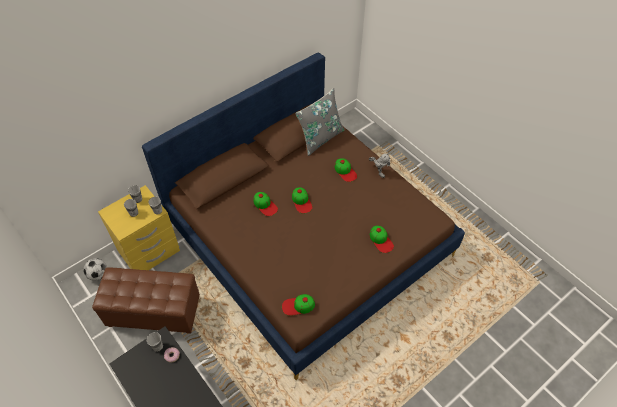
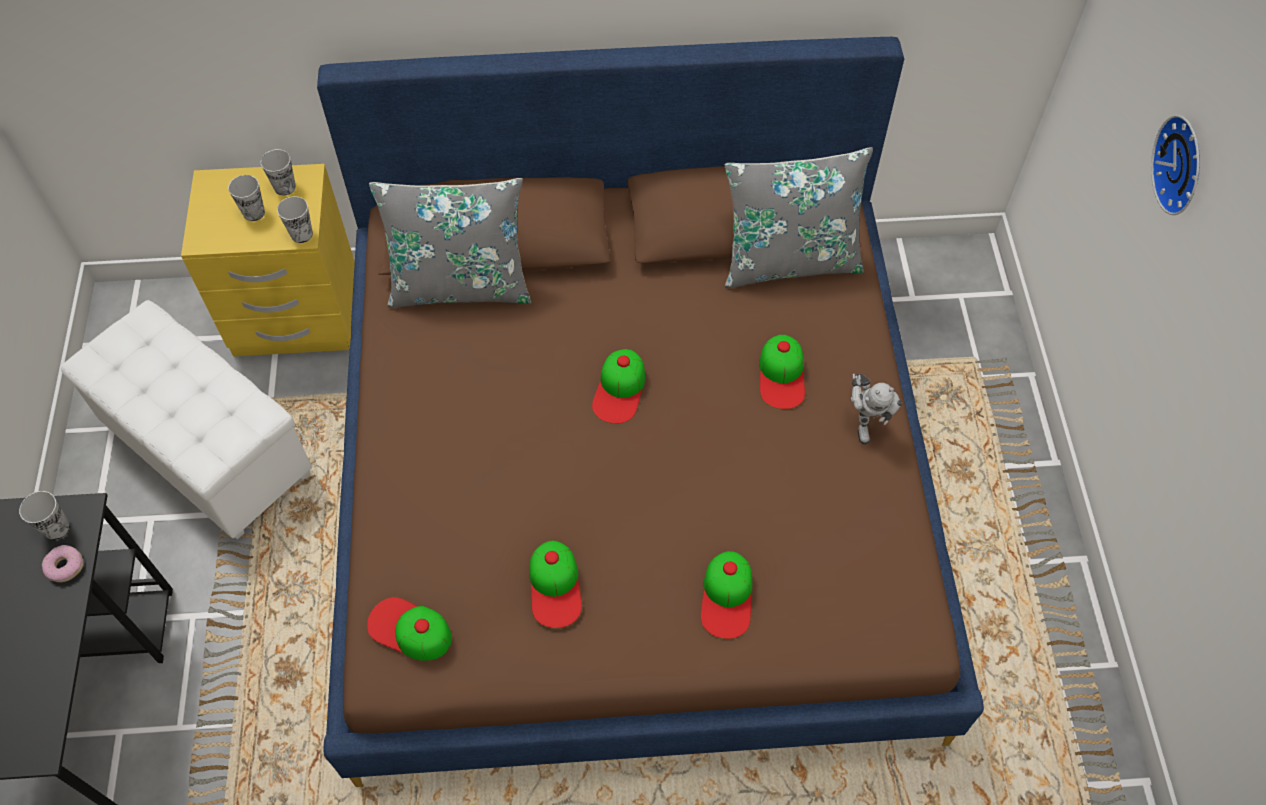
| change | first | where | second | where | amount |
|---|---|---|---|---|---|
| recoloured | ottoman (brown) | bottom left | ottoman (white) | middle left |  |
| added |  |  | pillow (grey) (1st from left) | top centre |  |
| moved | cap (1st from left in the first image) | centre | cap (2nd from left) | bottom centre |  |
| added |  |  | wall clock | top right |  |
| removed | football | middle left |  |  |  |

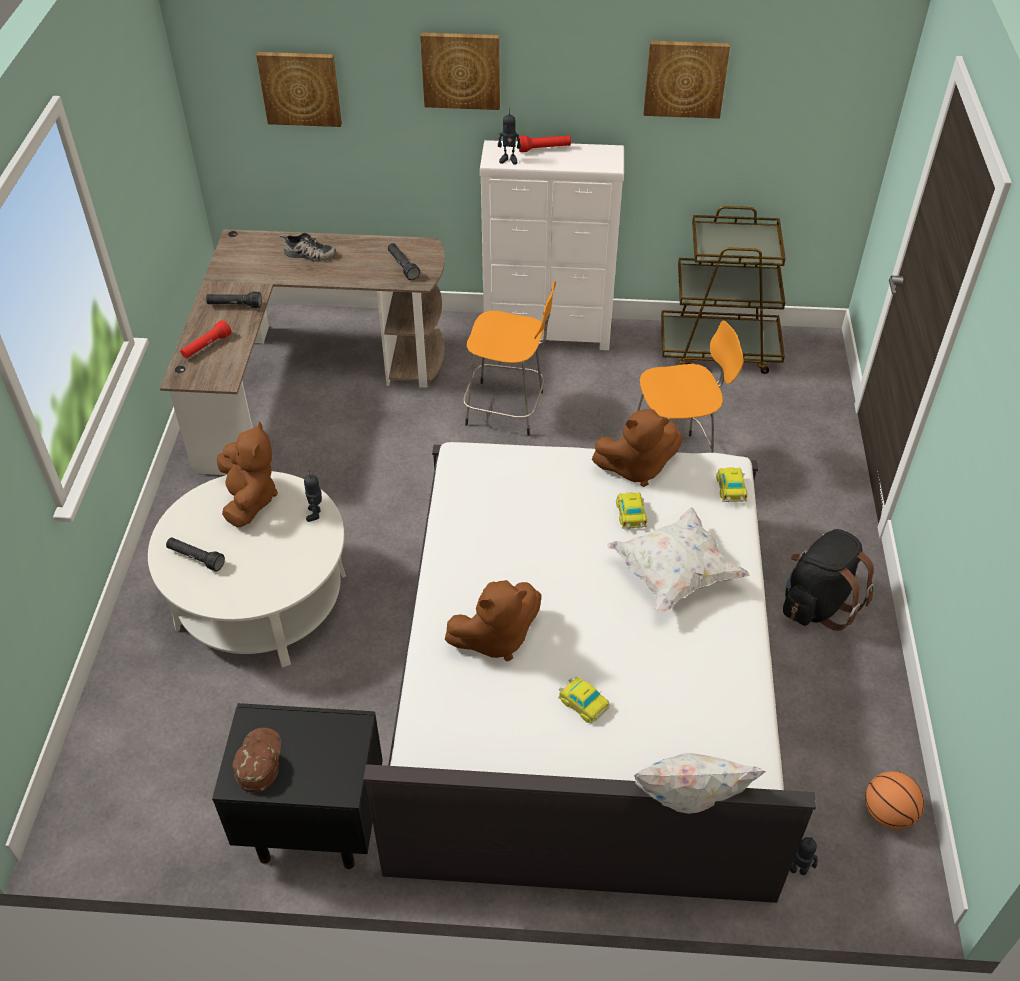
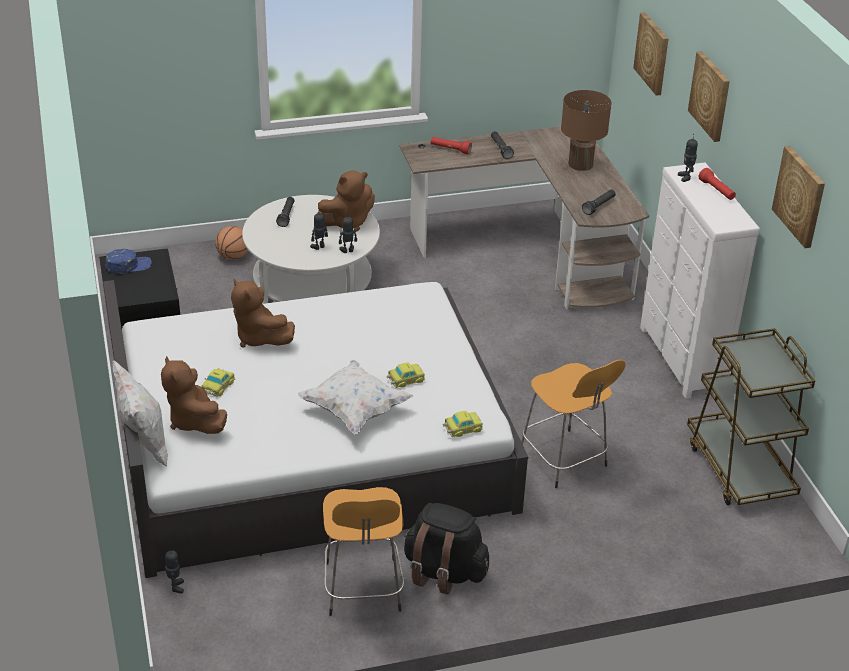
| change | first | where | second | where | amount |
|---|---|---|---|---|---|
| recoloured | cap (brown) | bottom left | cap (blue) | middle left |  |
| moved | plush toy (brown) (3rd from left in the first image) | centre | plush toy (brown) (1st from left) | middle left |  |
| moved | basketball | bottom right |  | middle left |  |
| added |  |  | toy robot (2nd from left) | centre |  |
| moved | stool (orange) (1st from left) | centre |  | bottom centre |  |
| replaced | shoe | top left | table lamp (brown) | top right |  |

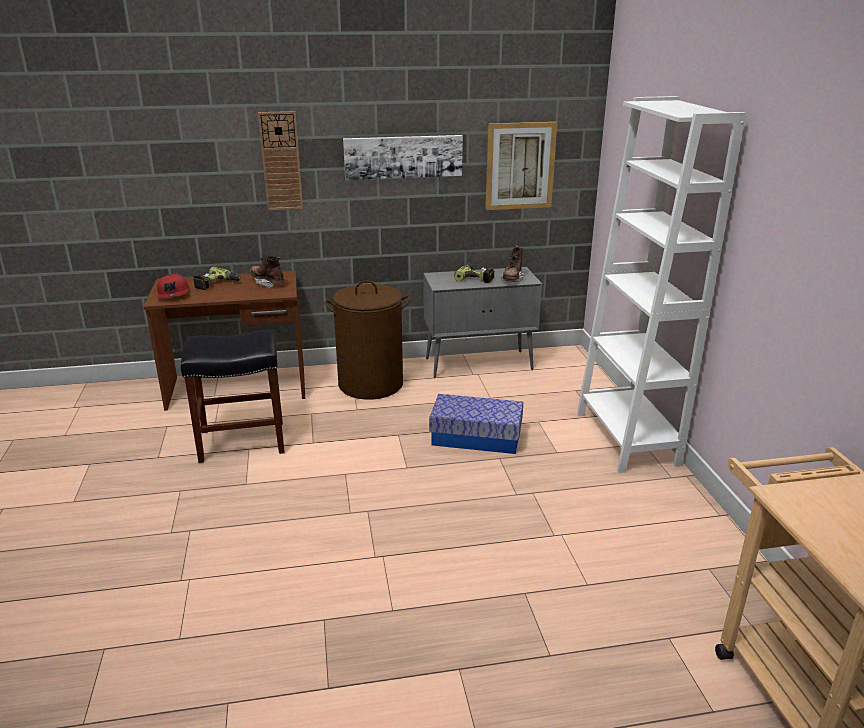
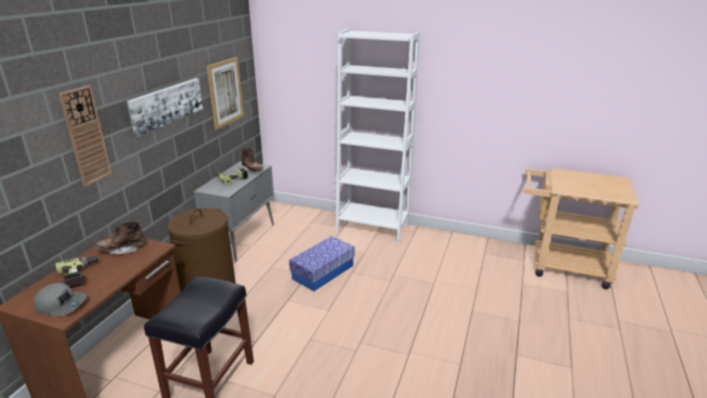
| change | first | where | second | where | amount |
|---|---|---|---|---|---|
| recoloured | cap (red) | middle left | cap (grey) | bottom left |  |

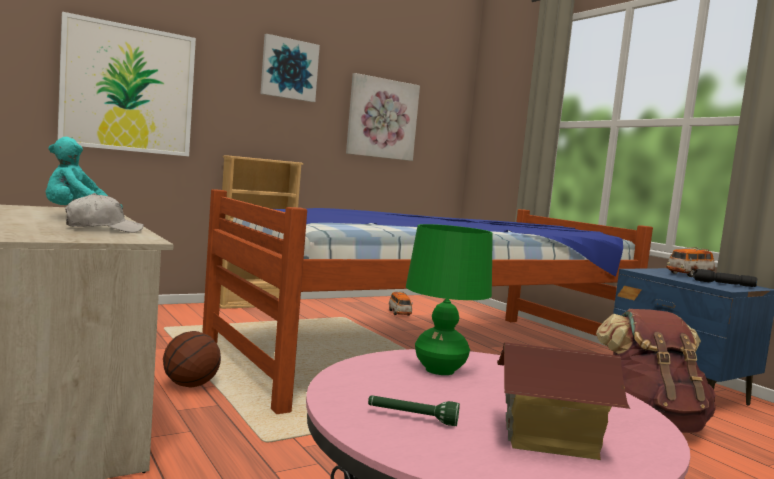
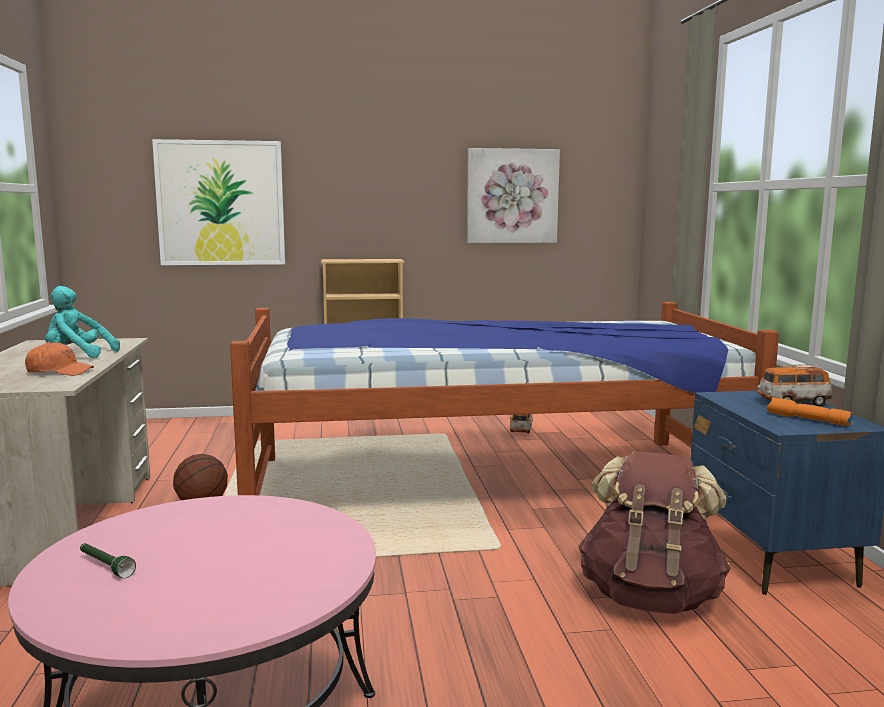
| change | first | where | second | where | amount |
|---|---|---|---|---|---|
| recoloured | cap (white) | middle left | cap (orange) | middle left |  |
| recoloured | flashlight (black) | middle right | flashlight (orange) | middle right |  |
| removed | picture (2nd from left) | top centre |  |  |  |
| removed | table lamp (green) | centre |  |  |  |
| removed | toy house | bottom right |  |  |  |

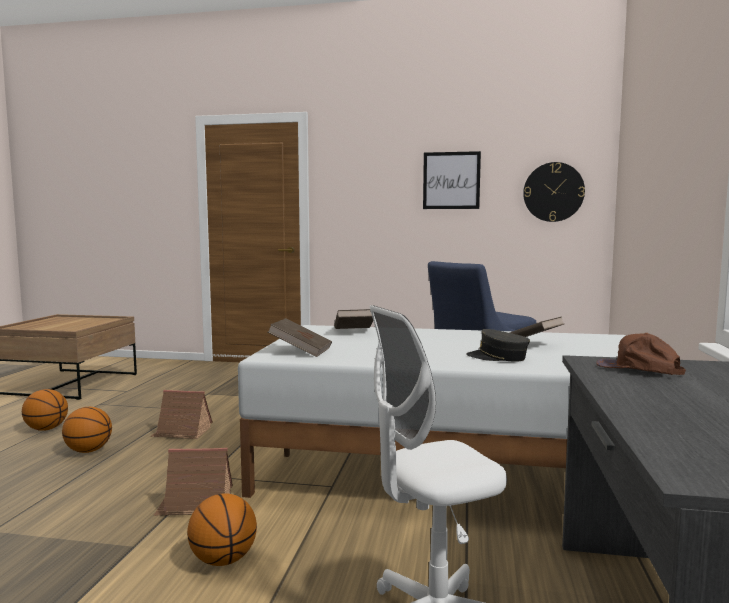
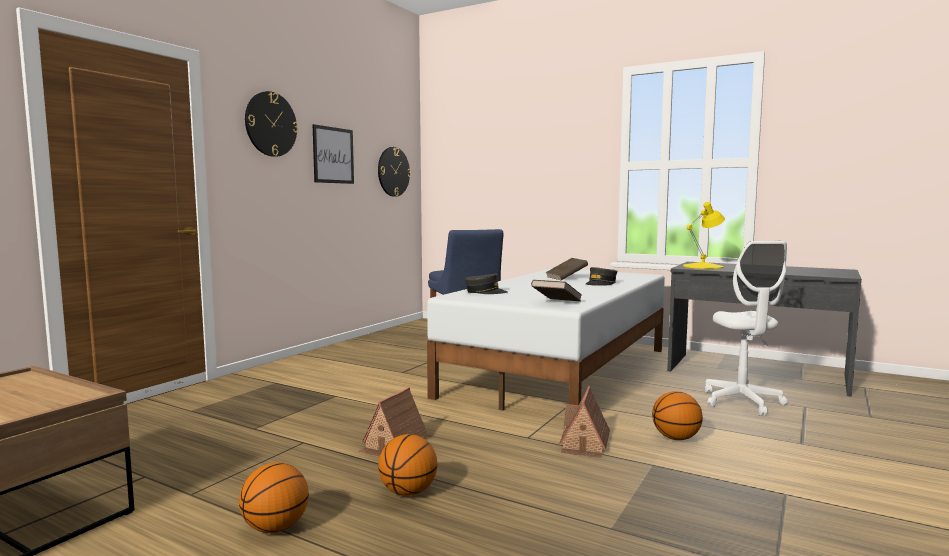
| change | first | where | second | where | amount |
|---|---|---|---|---|---|
| added |  |  | wall clock (1st from left) | top left |  |
| replaced | book (brown) (2nd from left) | centre | cap (grey) (1st from left) | centre |  |
| replaced | cap (brown) | middle right | table lamp (yellow) | middle right |  |

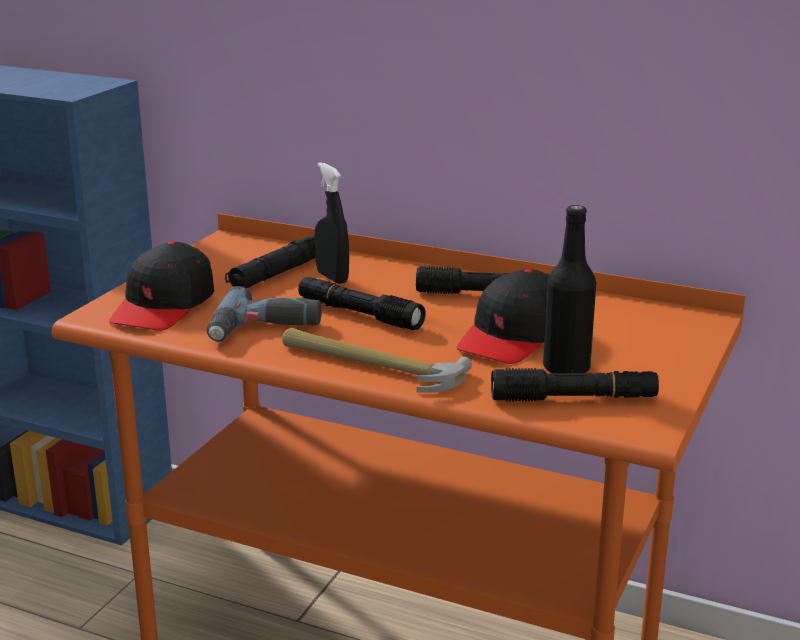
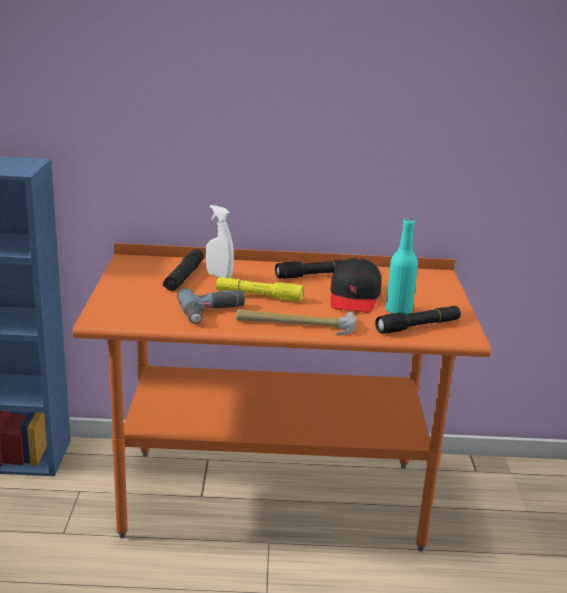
| change | first | where | second | where | amount |
|---|---|---|---|---|---|
| recoloured | spray bottle (black) | centre | spray bottle (white) | centre |  |
| recoloured | flashlight (black) (2nd from left) | centre | flashlight (yellow) | centre |  |
| recoloured | bottle (black) | middle right | bottle (turquoise) | middle right |  |
| removed | cap (black) (1st from left) | middle left |  |  |  |

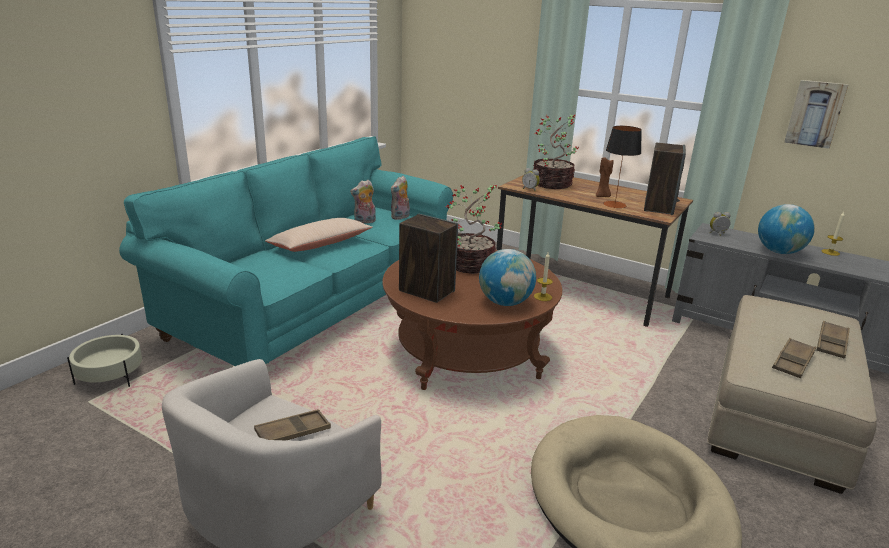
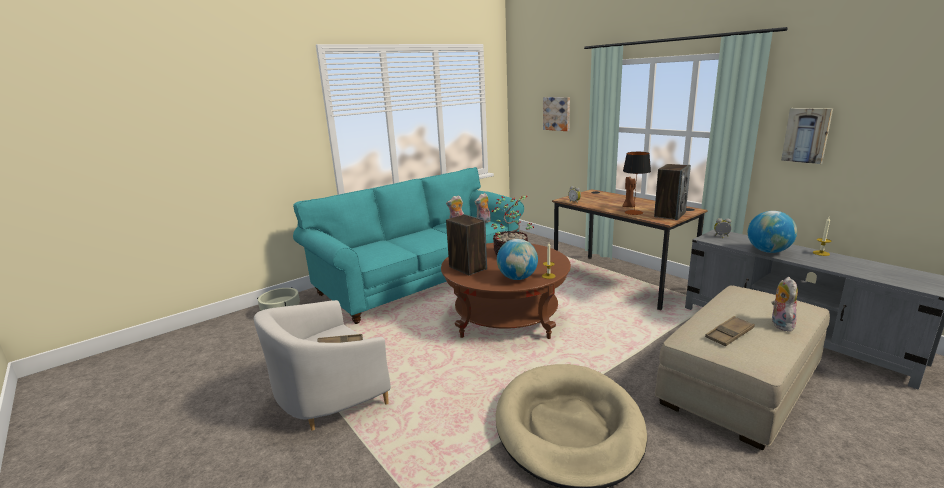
| change | first | where | second | where | amount |
|---|---|---|---|---|---|
| added |  |  | picture (1st from left) | top centre |  |
| replaced | tray (brown) (3rd from left) | middle right | plush toy (3rd from left) | middle right |  |
| removed | pillow (beige) | centre |  |  |  |
| removed | potted plant (2nd from left) | top centre |  |  |  |

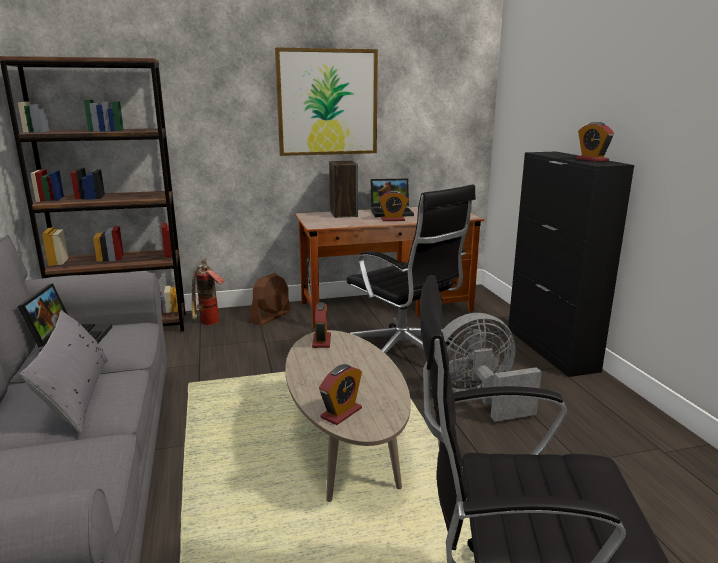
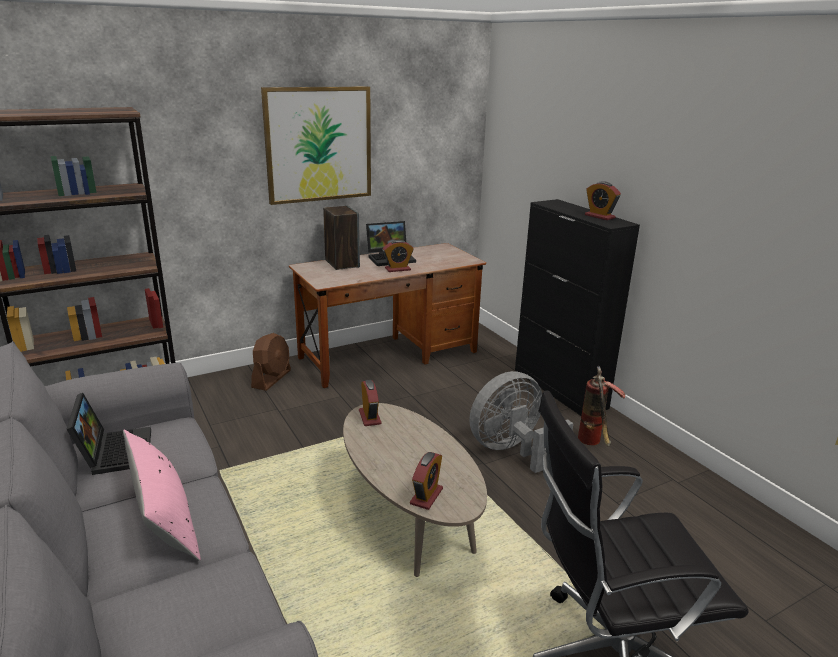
| change | first | where | second | where | amount |
|---|---|---|---|---|---|
| recoloured | pillow (grey) | middle left | pillow (pink) | bottom left |  |
| moved | fire extinguisher | middle left |  | middle right |  |
| removed | office chair (black) (1st from left) | centre |  |  |  |

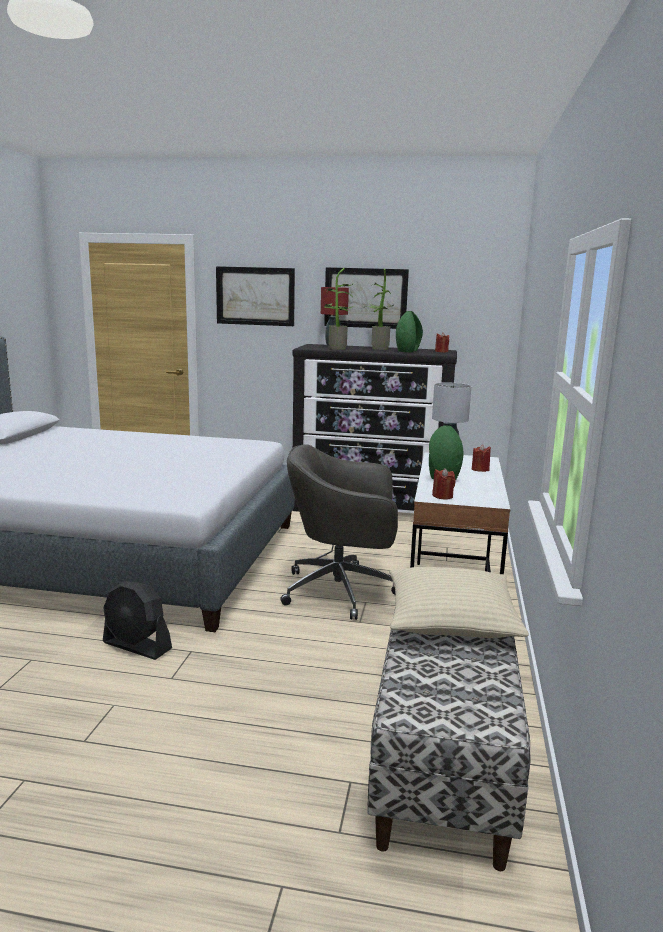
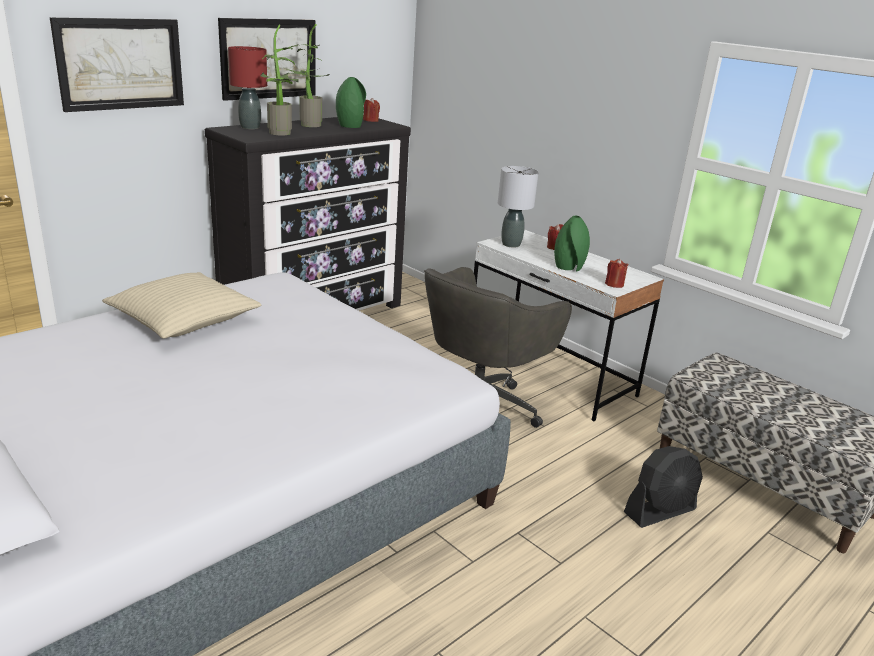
| change | first | where | second | where | amount |
|---|---|---|---|---|---|
| moved | pillow (beige) | middle right |  | middle left |  |
| moved | fan (black) | middle left |  | bottom right |  |

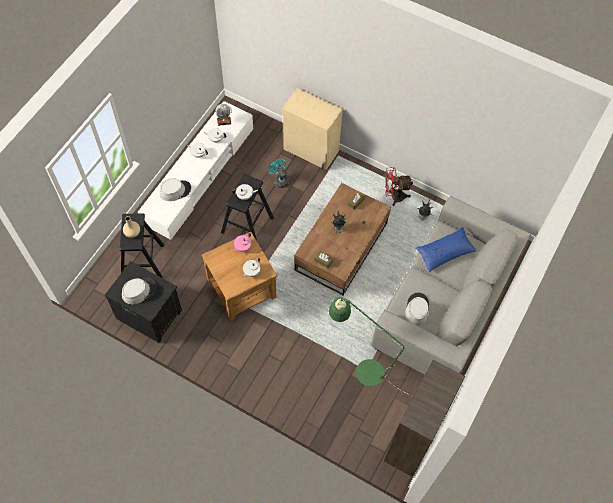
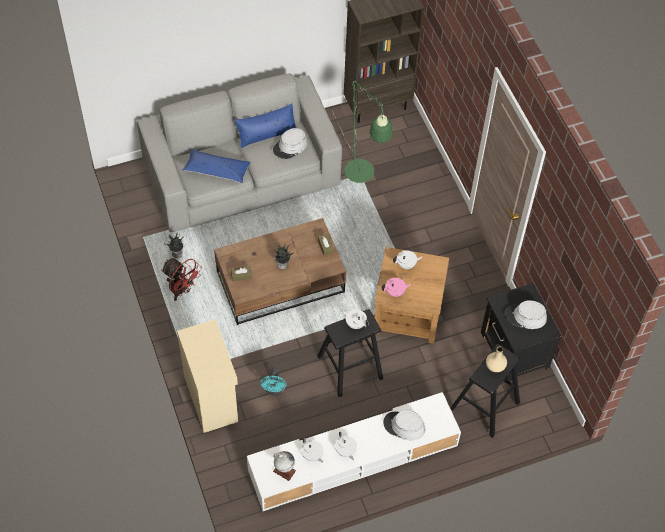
| change | first | where | second | where | amount |
|---|---|---|---|---|---|
| added |  |  | pillow (blue) (2nd from left) | top centre |  |

